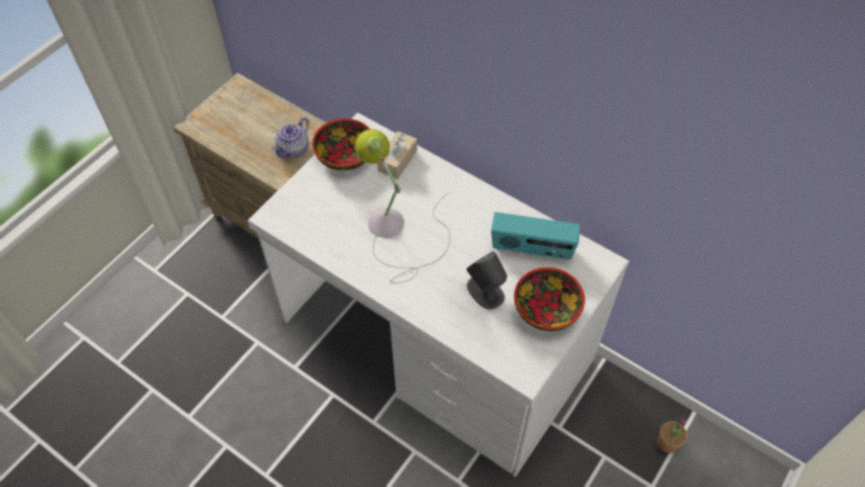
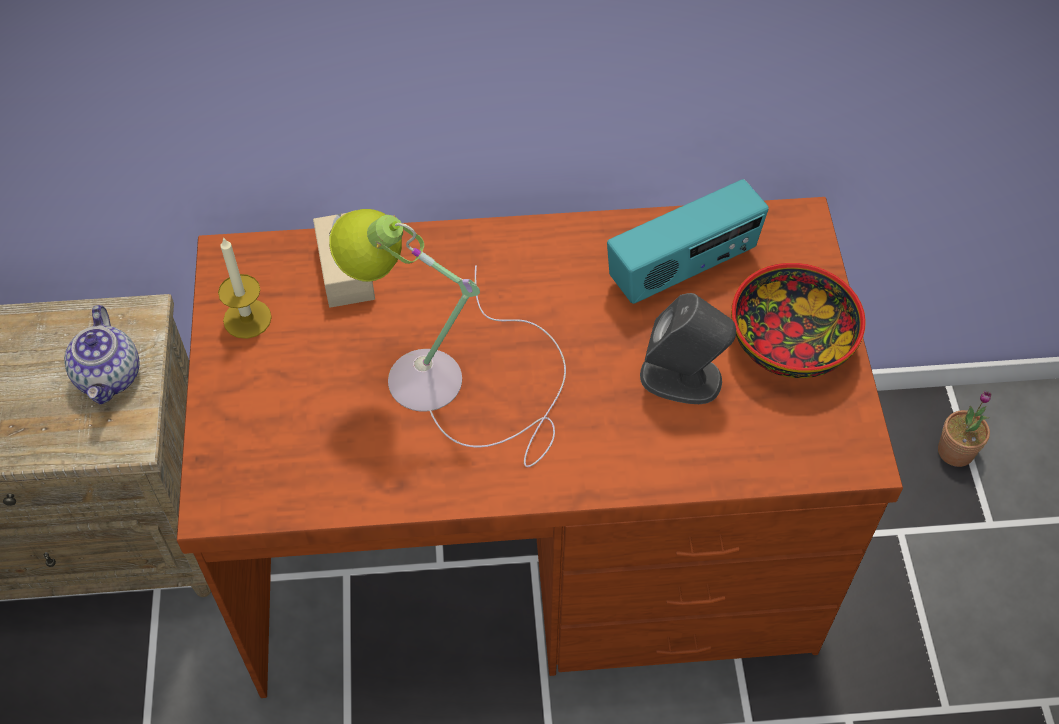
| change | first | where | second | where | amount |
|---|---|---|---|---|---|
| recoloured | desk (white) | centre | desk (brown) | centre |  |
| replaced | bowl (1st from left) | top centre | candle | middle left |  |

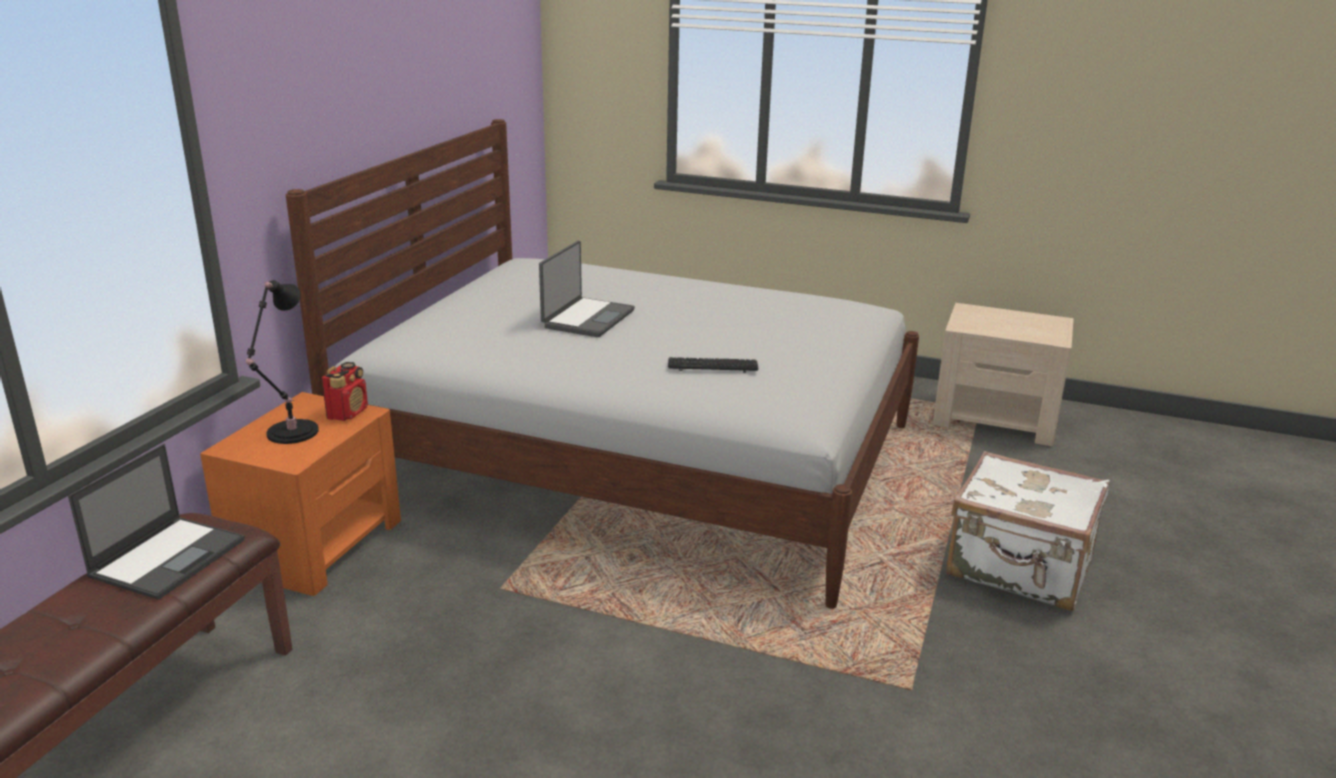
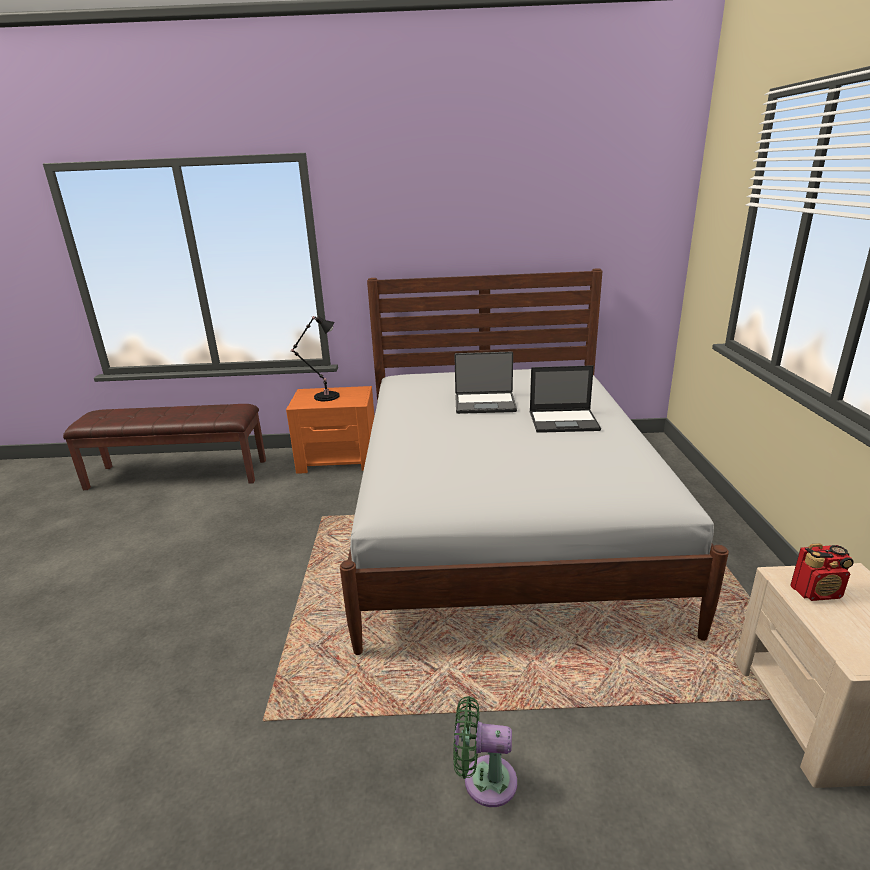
| change | first | where | second | where | amount |
|---|---|---|---|---|---|
| replaced | suitcase (white) | bottom right | fan (green) | bottom centre |  |
| moved | laptop (1st from left in the first image) | bottom left | laptop (2nd from left) | centre |  |
| moved | radio | middle left |  | middle right |  |
| removed | keyboard | centre |  |  |  |

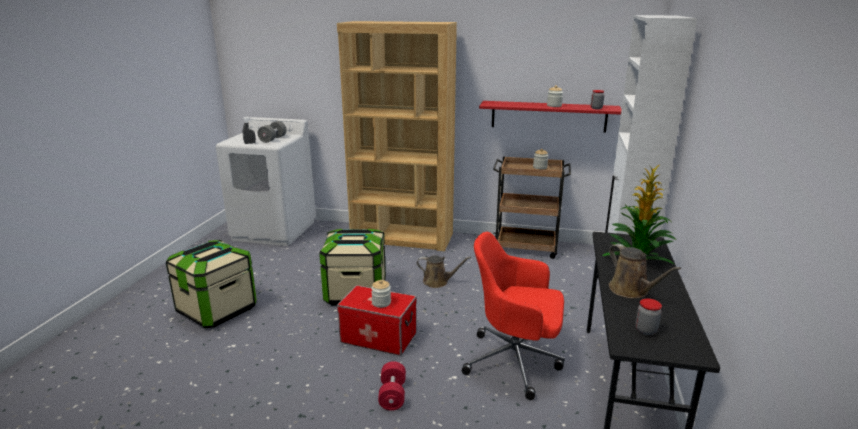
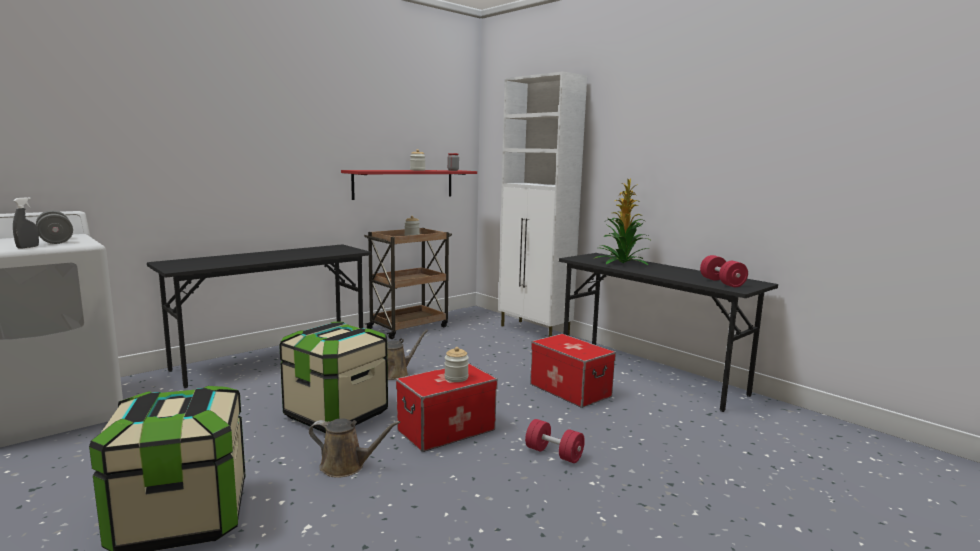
| change | first | where | second | where | amount |
|---|---|---|---|---|---|
| replaced | bookcase (brown) | top centre | desk (black) (1st from left) | middle left |  |
| moved | watering can (brown) (2nd from left in the first image) | middle right | watering can (brown) (1st from left) | bottom centre |  |
| replaced | office chair (red) | bottom centre | storage box (4th from left) | bottom centre |  |
| replaced | jar (5th from left) | bottom right | dumbbell (red) (2nd from left) | middle right |  |

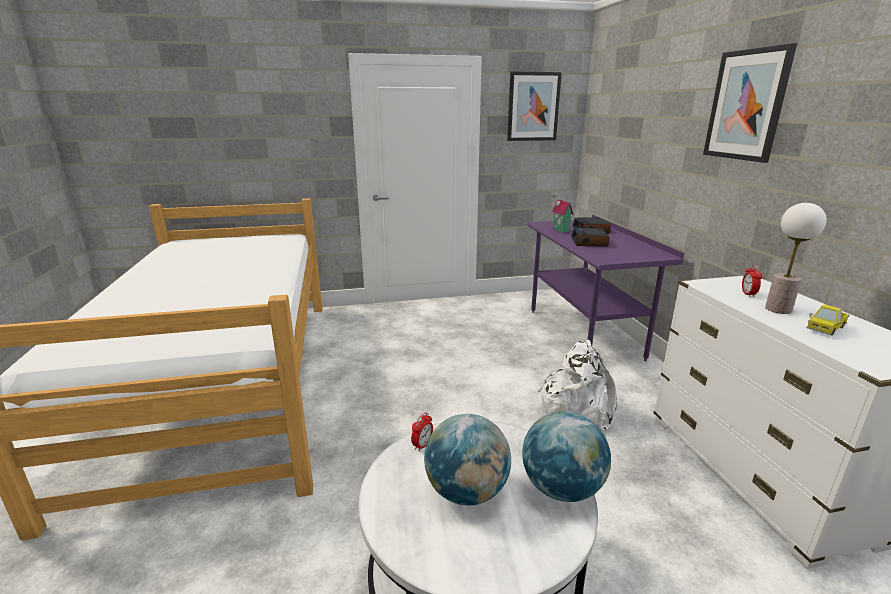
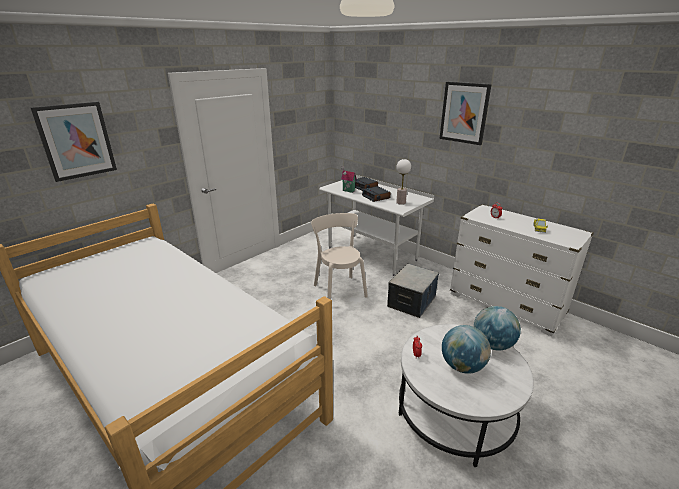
| change | first | where | second | where | amount |
|---|---|---|---|---|---|
| moved | picture (1st from left) | top centre |  | top left |  |
| added |  |  | chair (beige) | centre |  |
| recoloured | desk (purple) | middle right | desk (white) | centre |  |
| replaced | backpack (white) | centre | storage box | centre |  |
| moved | table lamp | middle right |  | centre |  |

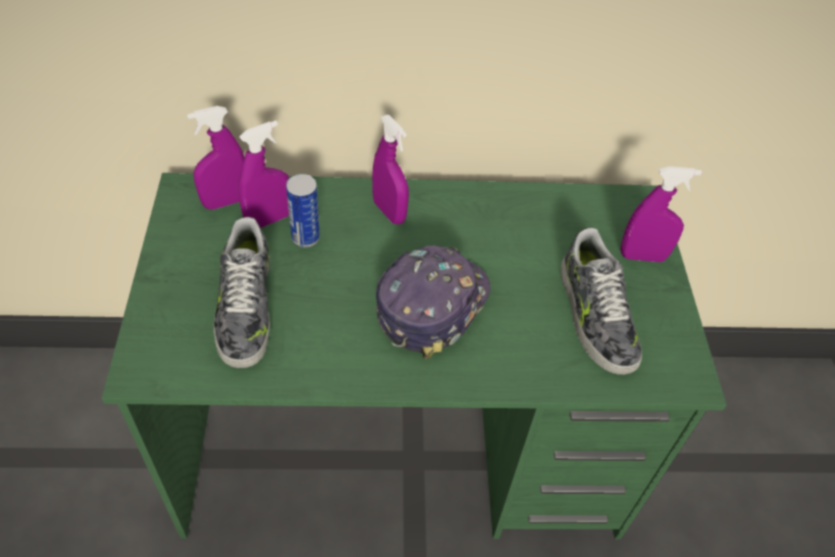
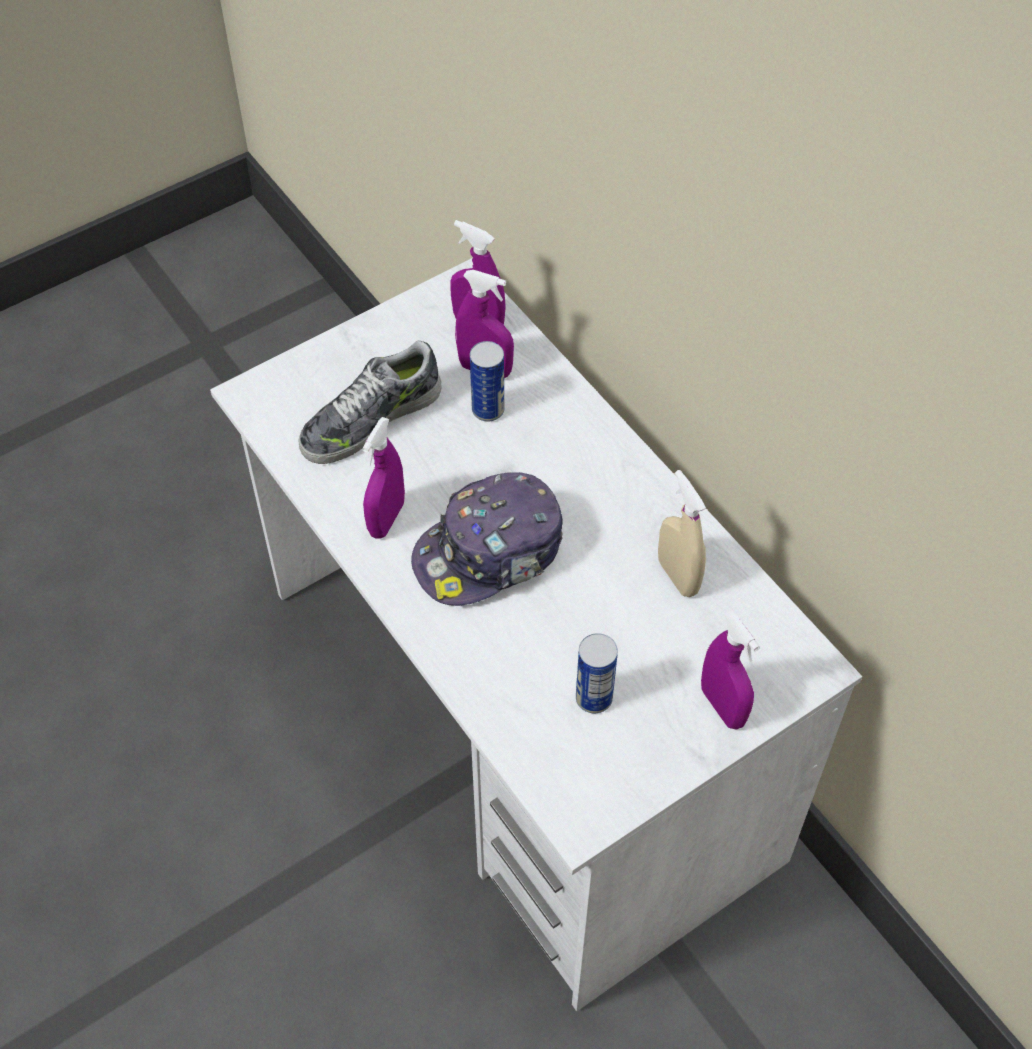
| change | first | where | second | where | amount |
|---|---|---|---|---|---|
| recoloured | desk (green) | centre | desk (white) | centre |  |
| moved | spray bottle (purple) (3rd from left in the first image) | top centre | spray bottle (purple) (1st from left) | centre |  |
| turned | cap | centre |  | centre | 150 degrees clockwise |
| replaced | shoe (2nd from left) | middle right | can (2nd from left) | centre |  |
| added |  |  | spray bottle (beige) | centre |  |

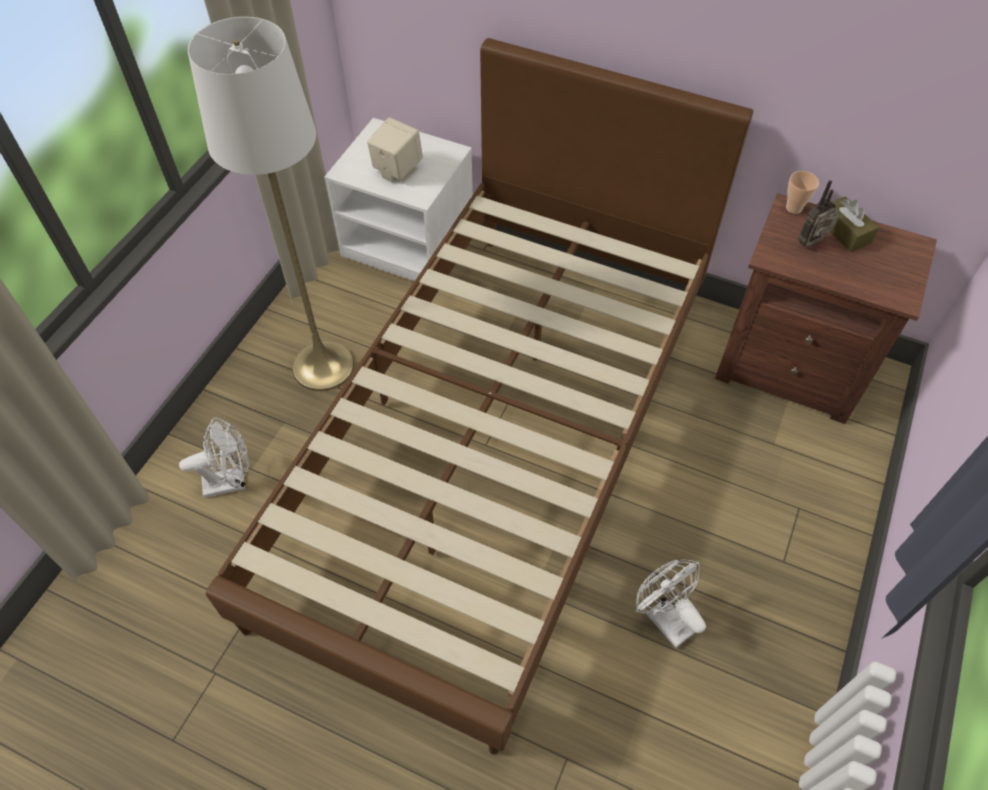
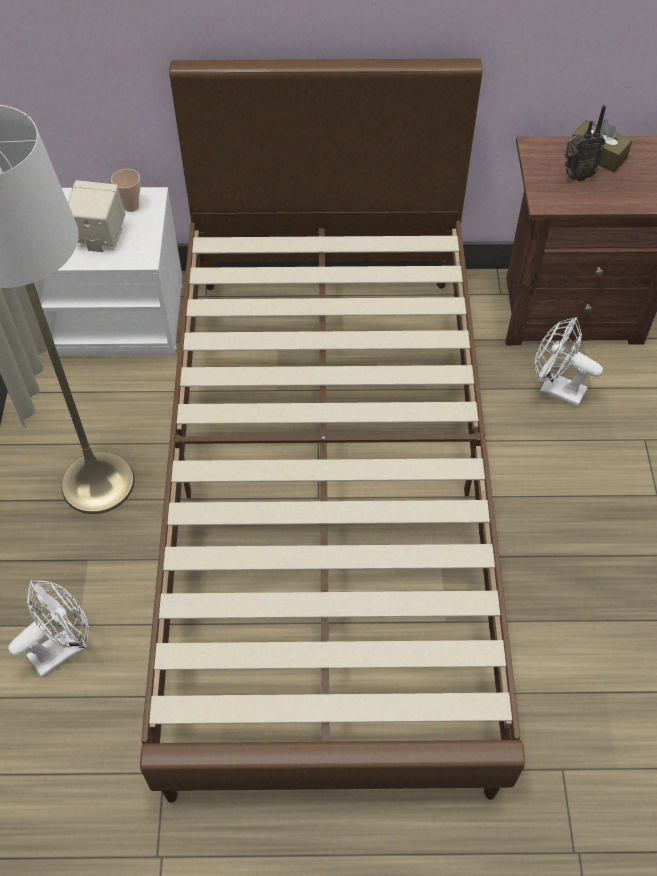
| change | first | where | second | where | amount |
|---|---|---|---|---|---|
| moved | cup | top right |  | top left |  |
| moved | fan (white) (2nd from left) | bottom right |  | middle right |  |
| turned | radio | top right |  | top right | 135 degrees counterclockwise |

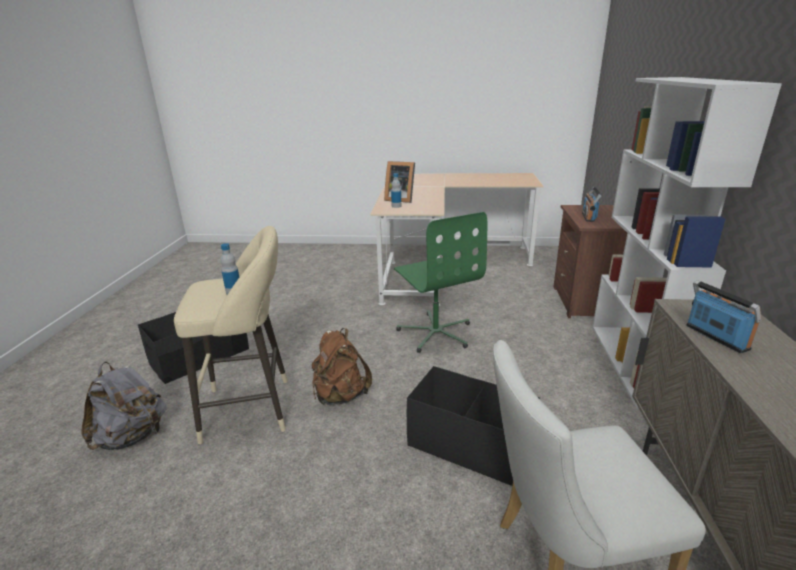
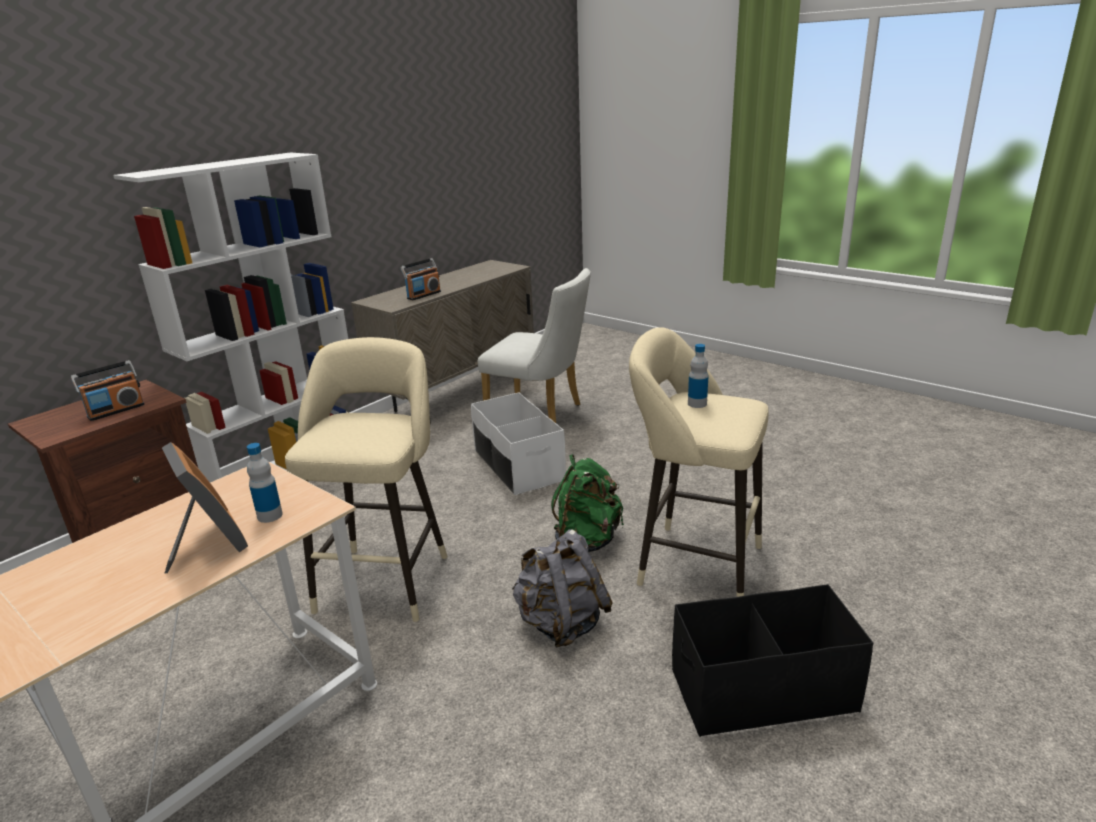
| change | first | where | second | where | amount |
|---|---|---|---|---|---|
| replaced | office chair (green) | centre | stool (beige) (1st from left) | centre |  |
| turned | radio (2nd from left) | middle right |  | centre | 150 degrees counterclockwise |
| recoloured | storage box (black) (2nd from left) | bottom centre | storage box (white) | centre |  |
| moved | backpack (grey) | bottom left |  | bottom centre |  |
| recoloured | backpack (brown) | centre | backpack (green) | centre |  |

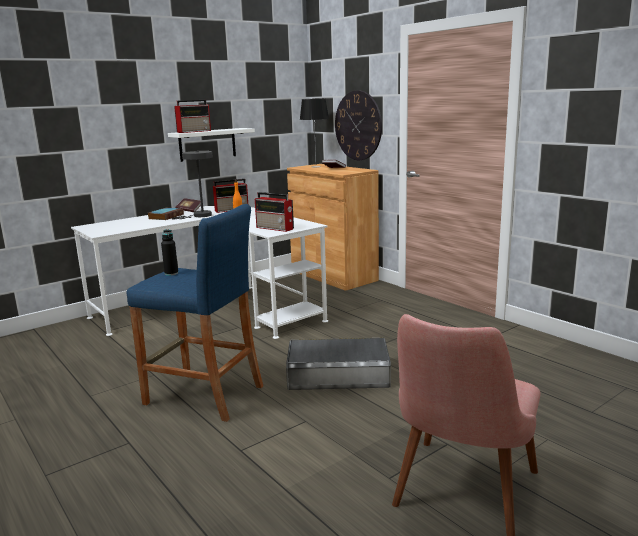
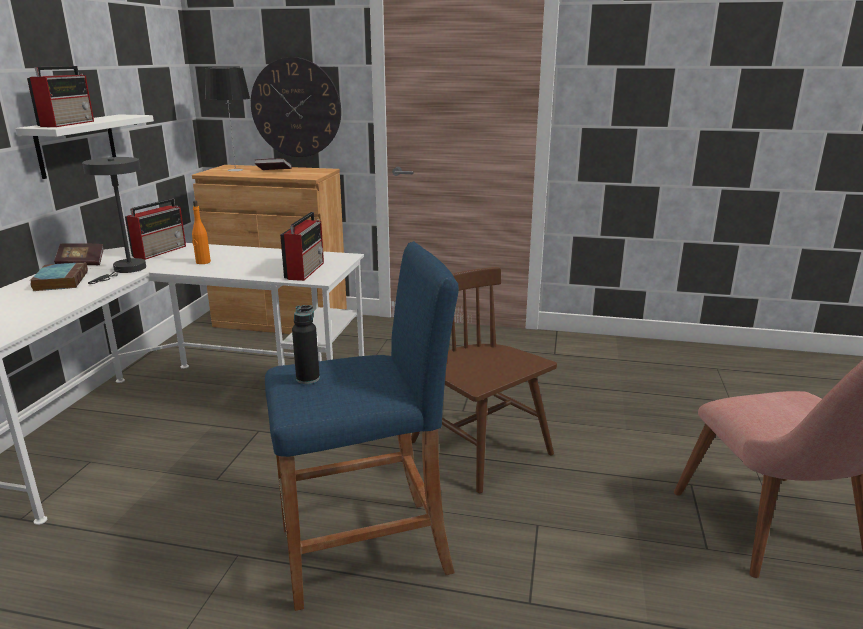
| change | first | where | second | where | amount |
|---|---|---|---|---|---|
| turned | radio (3rd from left) | centre |  | centre | 75 degrees counterclockwise |
| replaced | storage box (grey) | bottom centre | chair (brown) | centre |  |

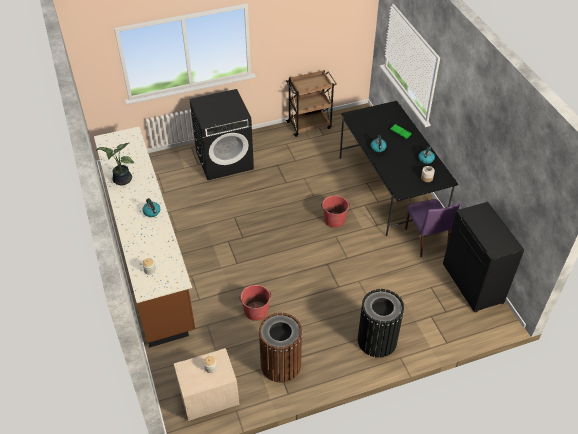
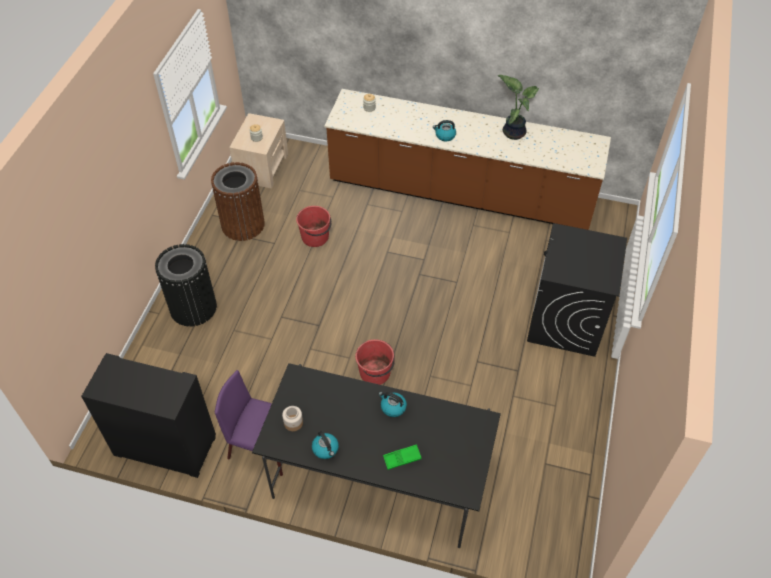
| change | first | where | second | where | amount |
|---|---|---|---|---|---|
| removed | cart (brown) | top centre |  |  |  |

